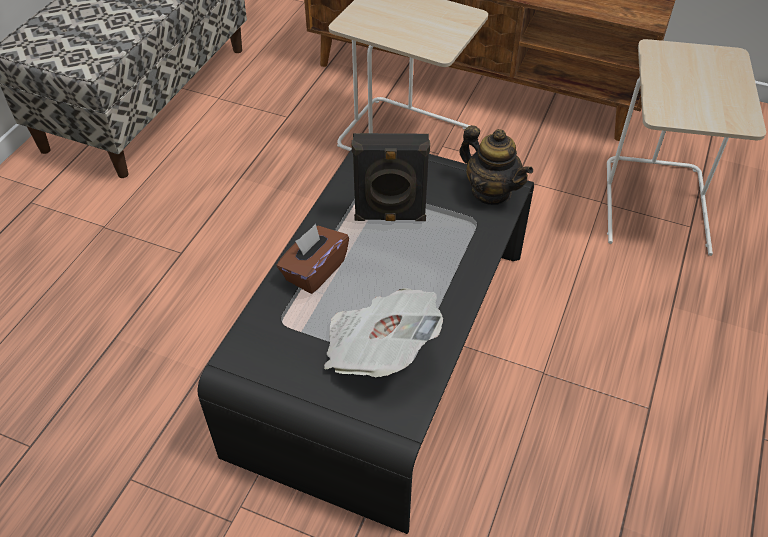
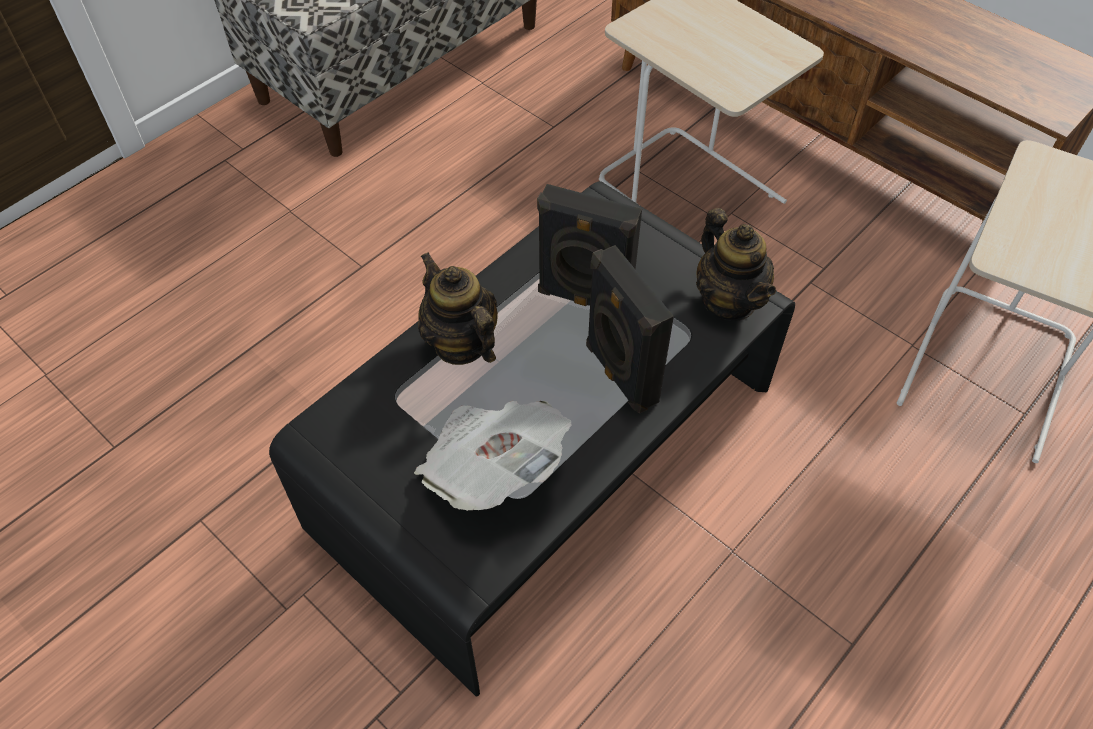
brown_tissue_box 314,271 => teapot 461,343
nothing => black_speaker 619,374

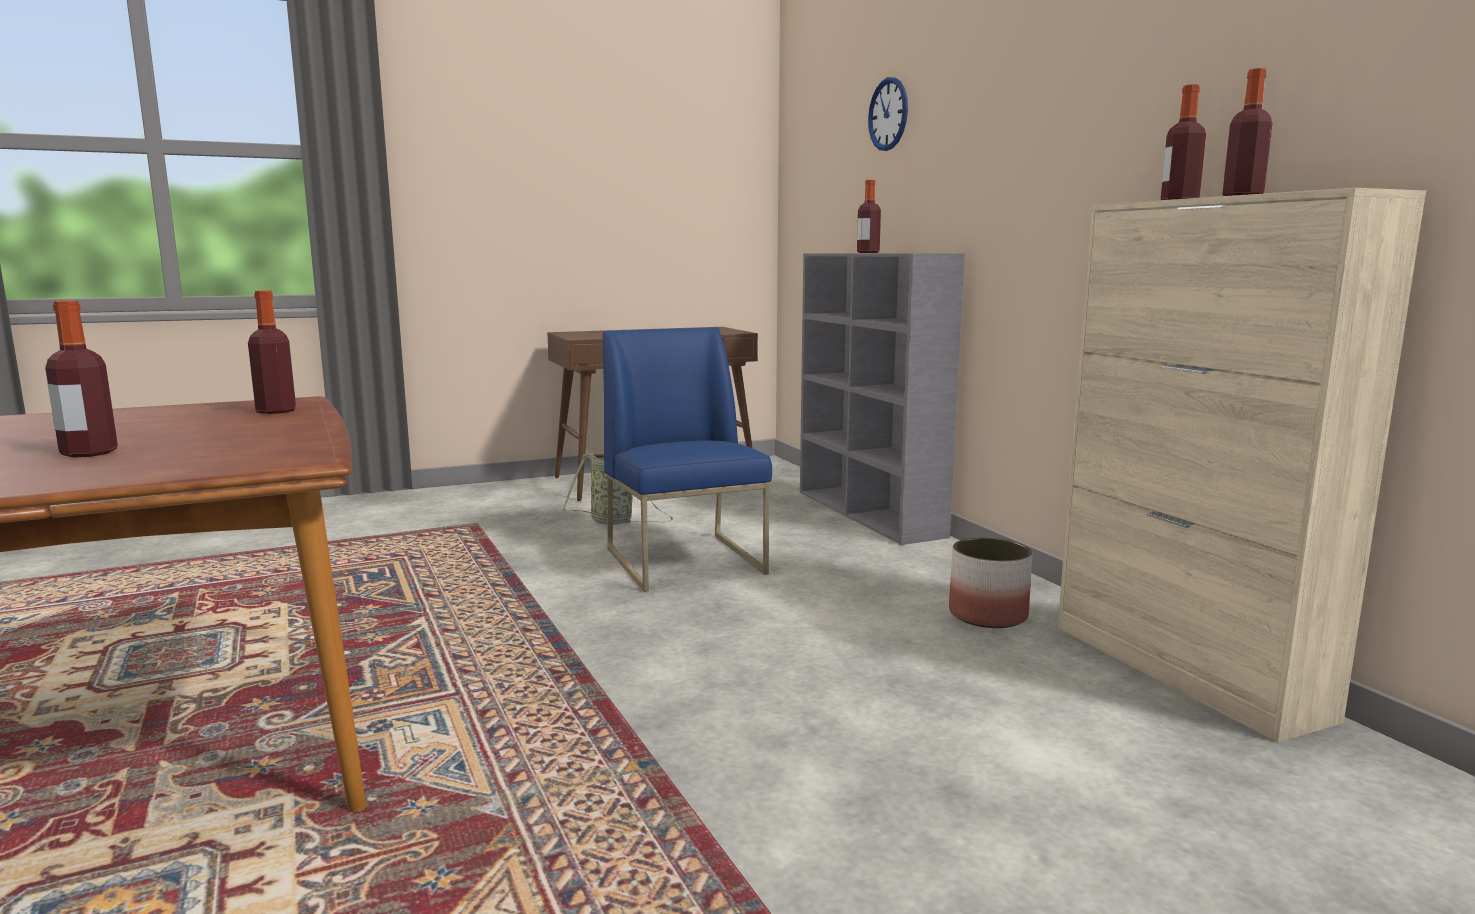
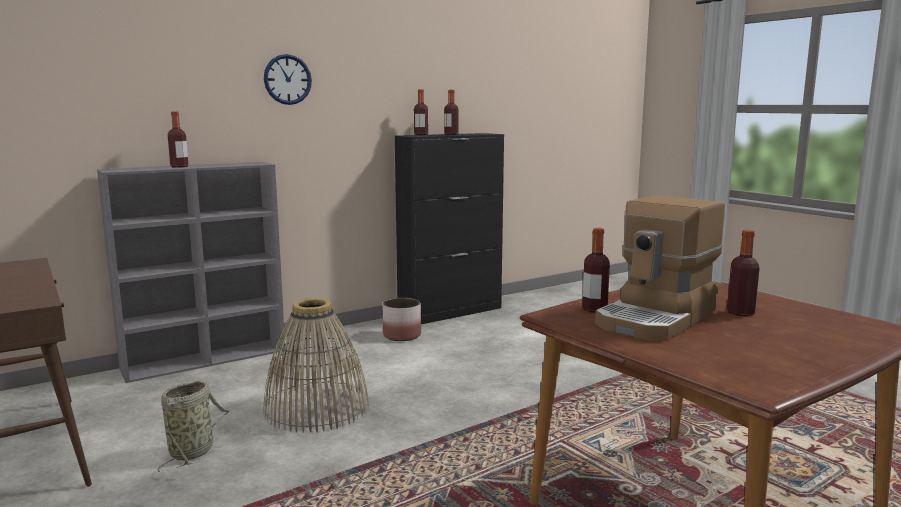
blue_chair 686,561 => basket 316,408
wall_clock 888,114 => wall_clock 287,79, shifted
beige_cabinet 1185,671 => black_cabinet 451,312
nothing => coffee_machine 657,319

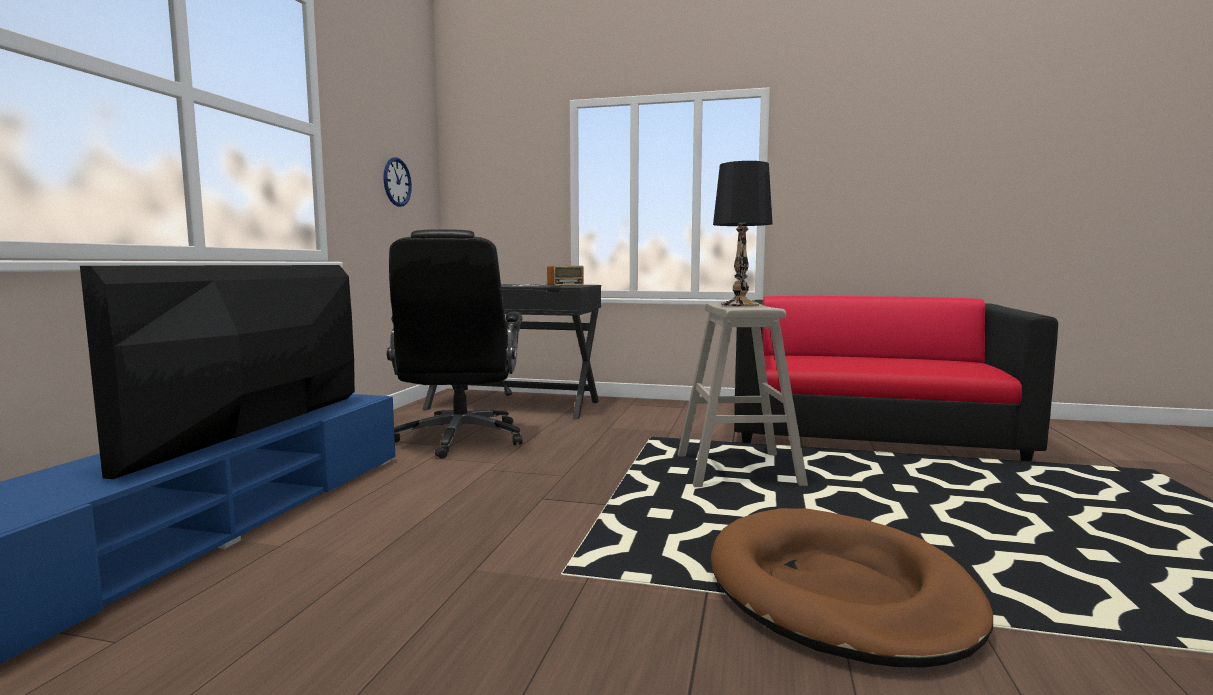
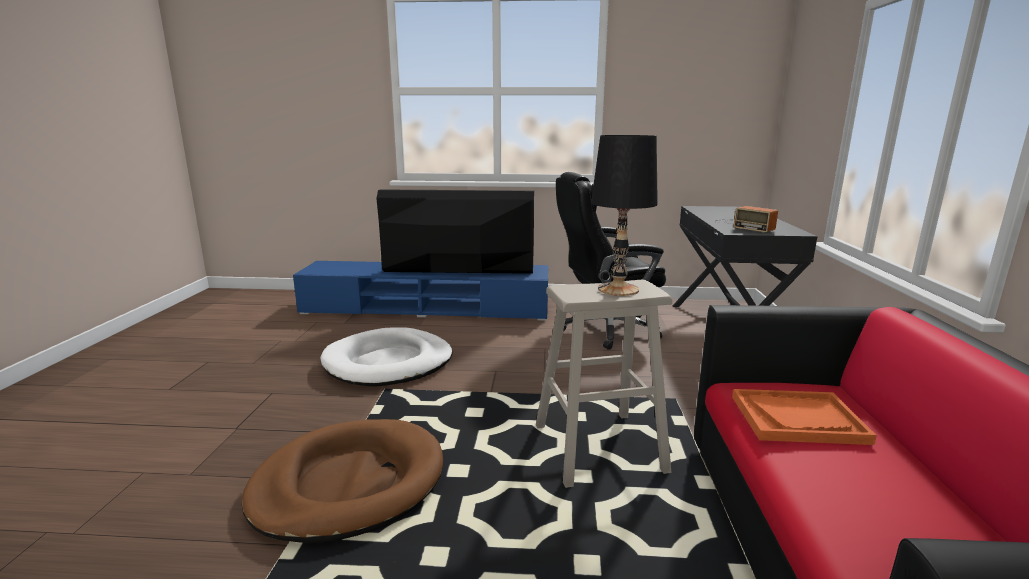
nothing => white_dog_bed 388,362
nothing => orange_tray 798,419
wall_clock 397,182 => nothing

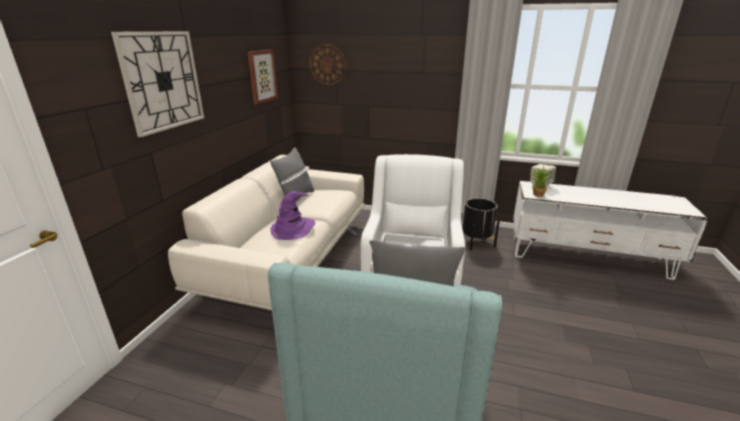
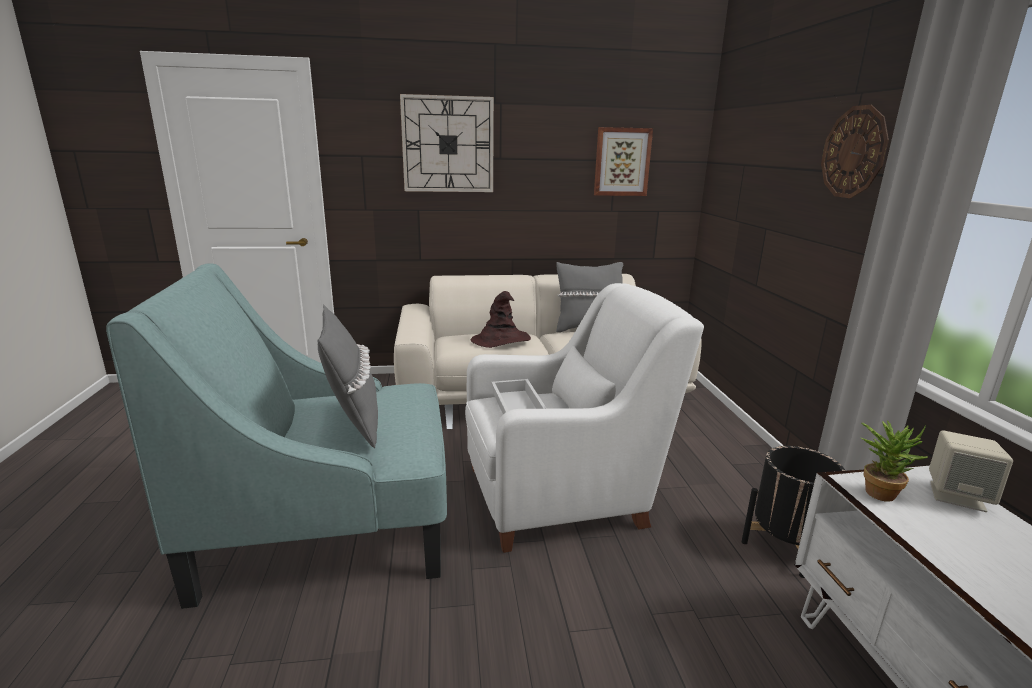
purple_hat 292,229 => brown_hat 501,340
wall_clock 327,64 => wall_clock 854,152, shifted

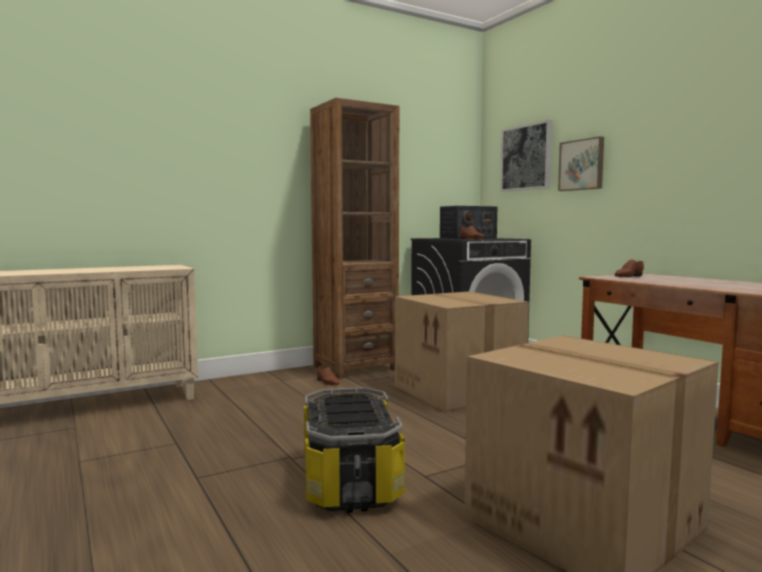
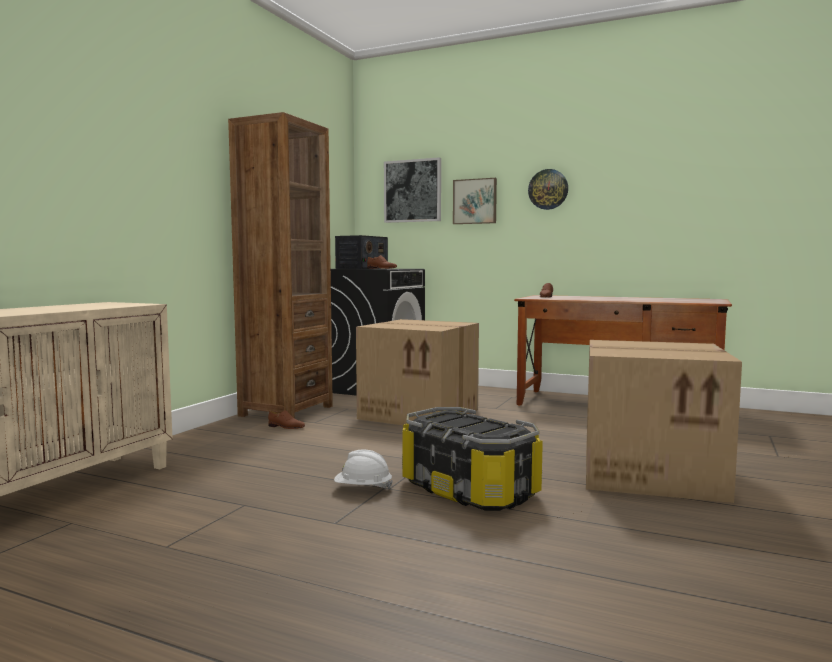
nothing => white_hard_hat 362,489
nothing => wall_clock 548,189

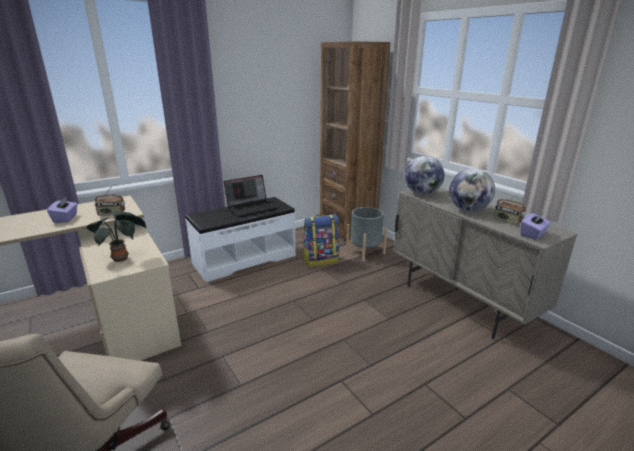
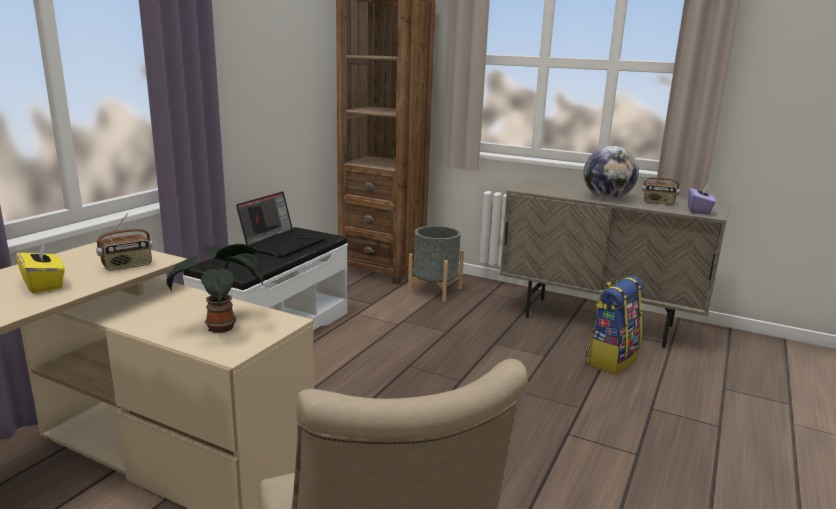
purple_tissue_box 66,218 => yellow_tissue_box 44,284
backpack 320,260 => backpack 611,359, shifted
globe 422,193 => nothing

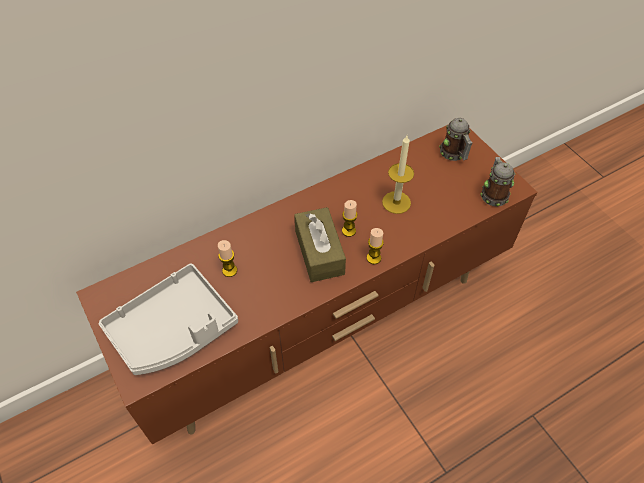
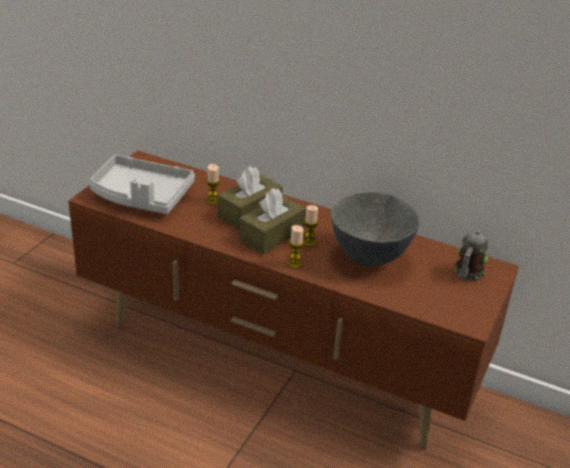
nothing => brown_tissue_box 249,212
candle 396,202 => grey_bowl 368,258
mug 493,193 => nothing

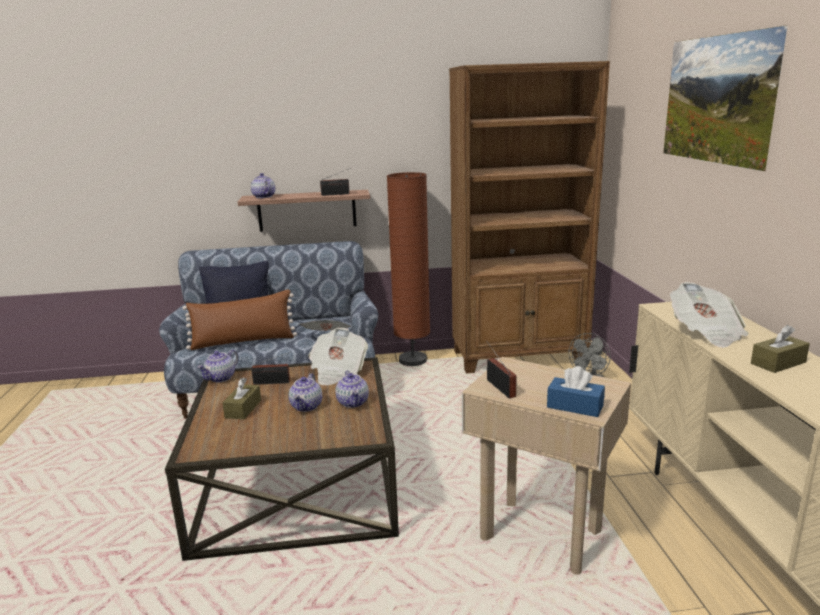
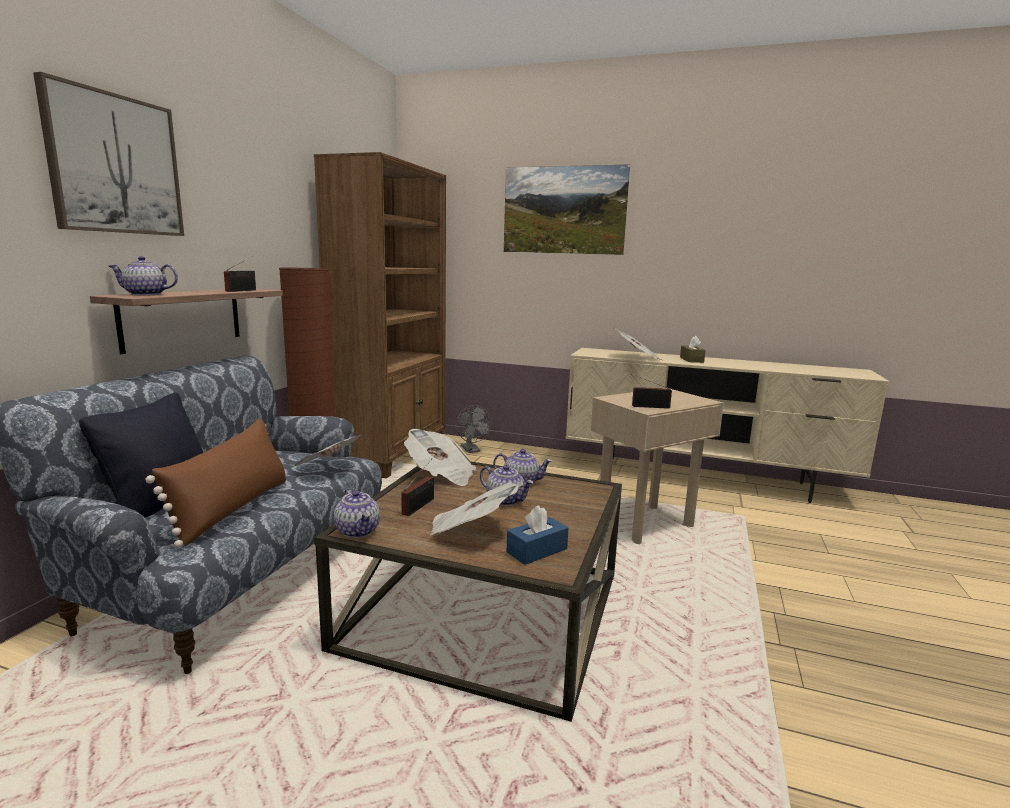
nothing => picture 115,165
brown_tissue_box 243,409 => newspaper 470,530
blue_tissue_box 575,406 => blue_tissue_box 537,550, shifted

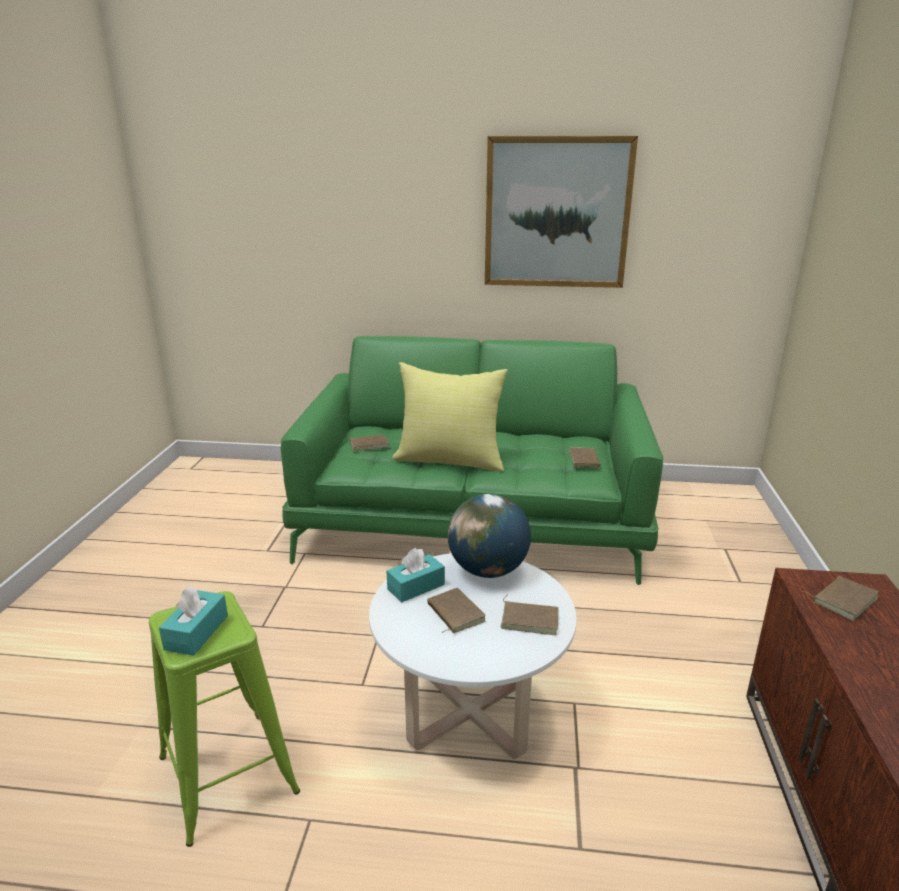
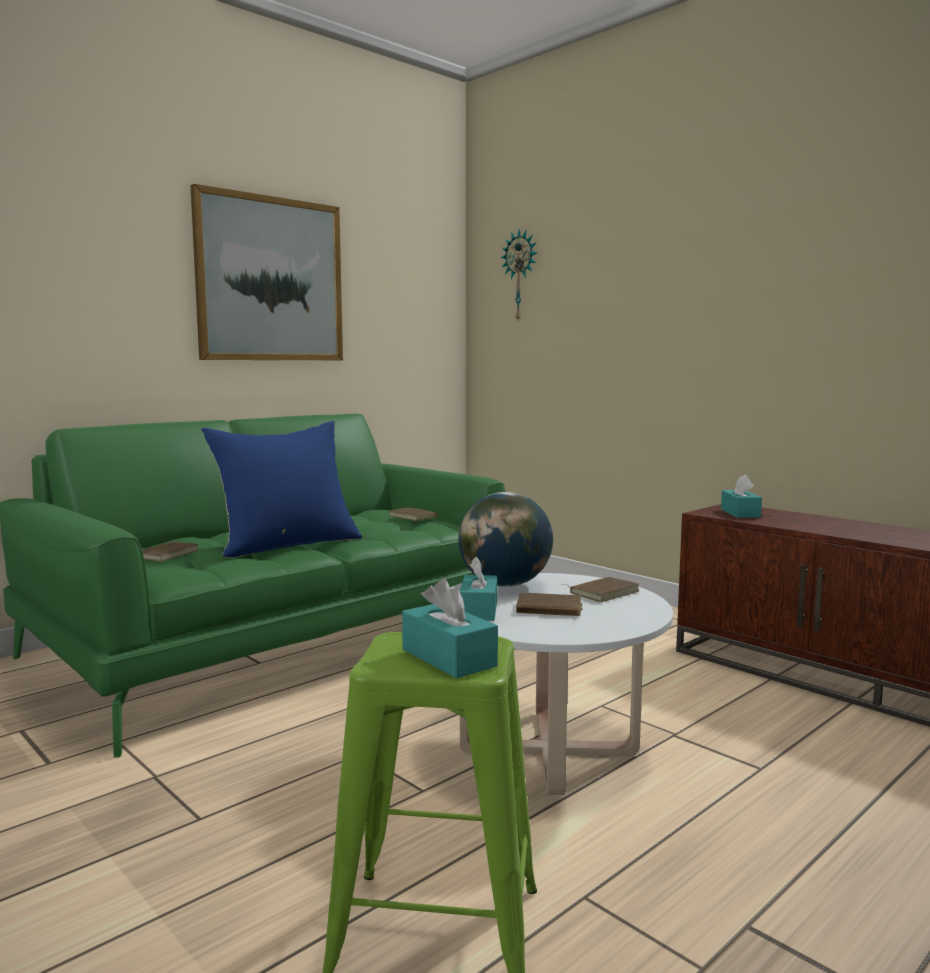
yellow_pillow 450,459 => blue_pillow 287,545
nothing => wall_clock 521,276
brown_book 842,599 => turquoise_tissue_box 740,513

